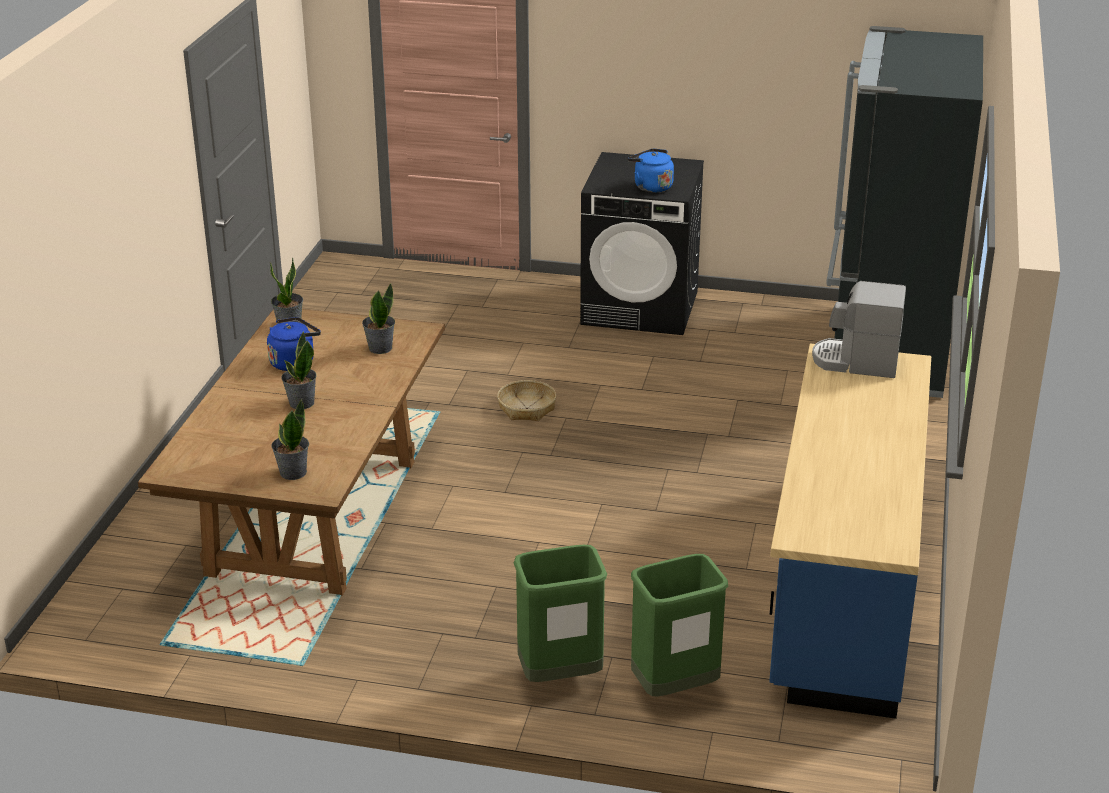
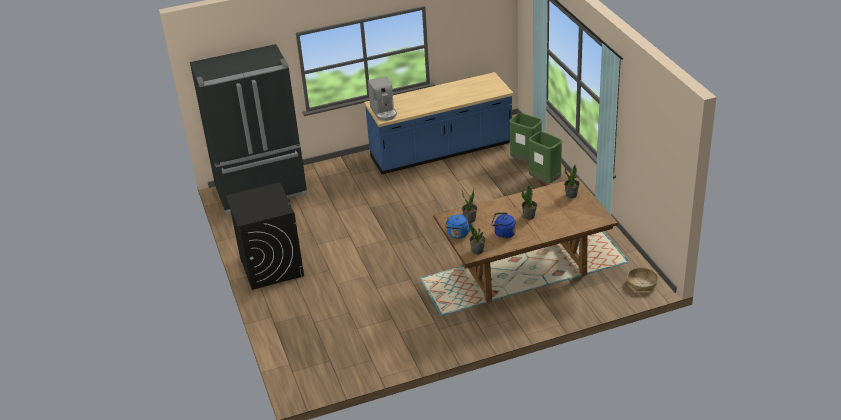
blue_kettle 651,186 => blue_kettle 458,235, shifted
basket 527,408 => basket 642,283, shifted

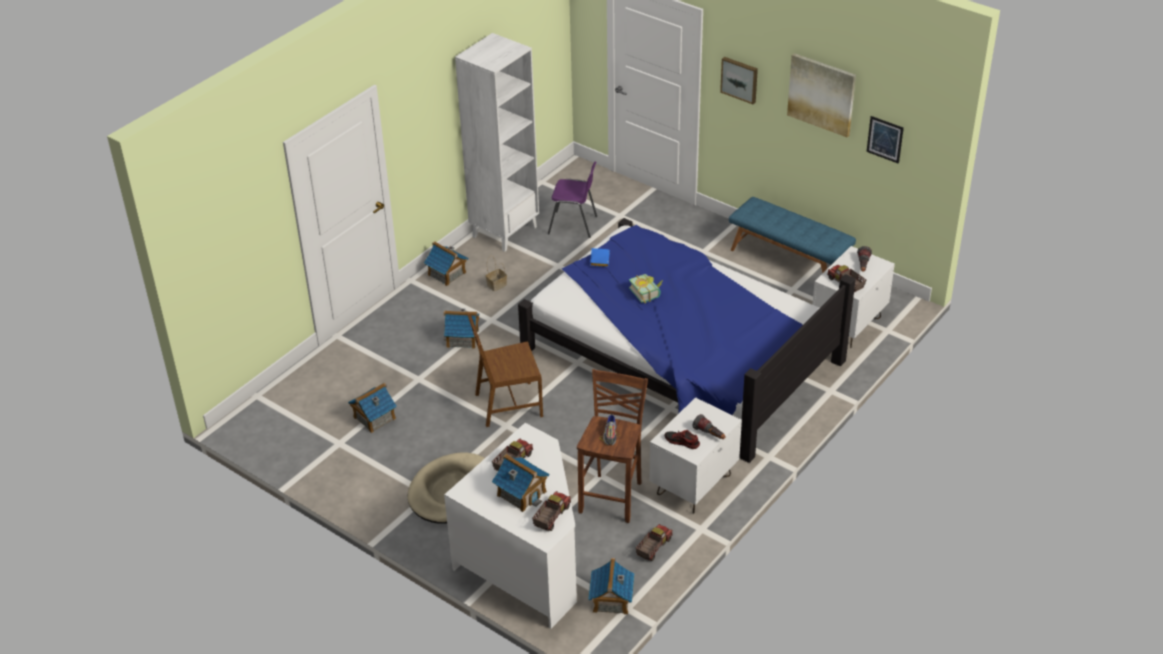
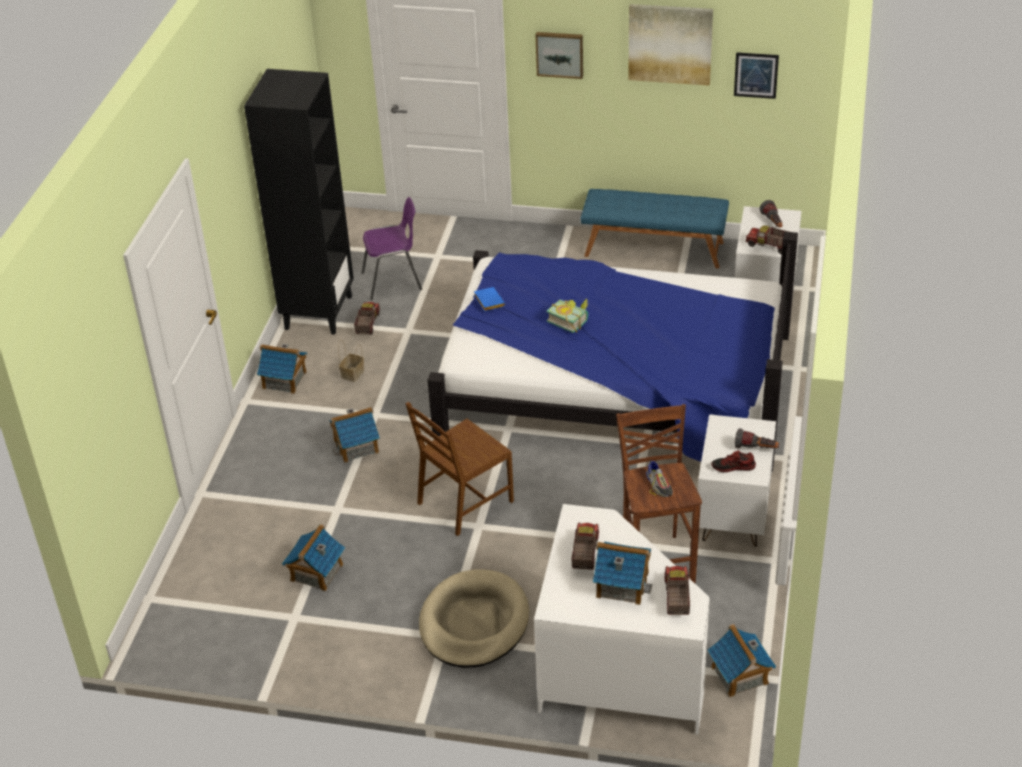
white_bookcase 504,231 => black_bookcase 318,312
toy_truck 653,547 => toy_truck 367,324, shifted

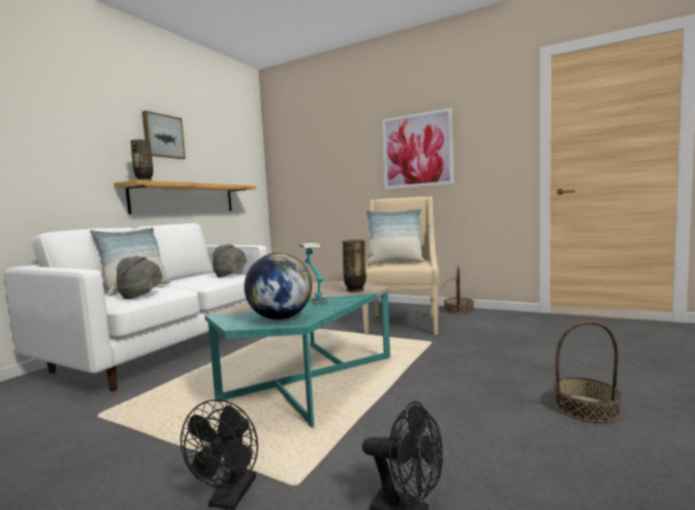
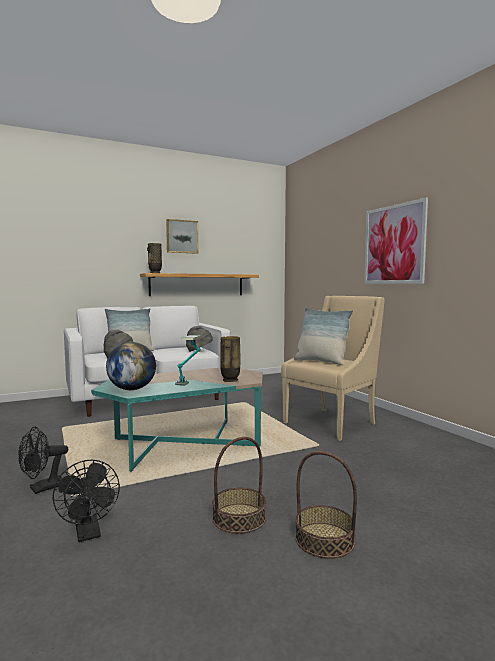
basket 458,310 => basket 239,518, shifted

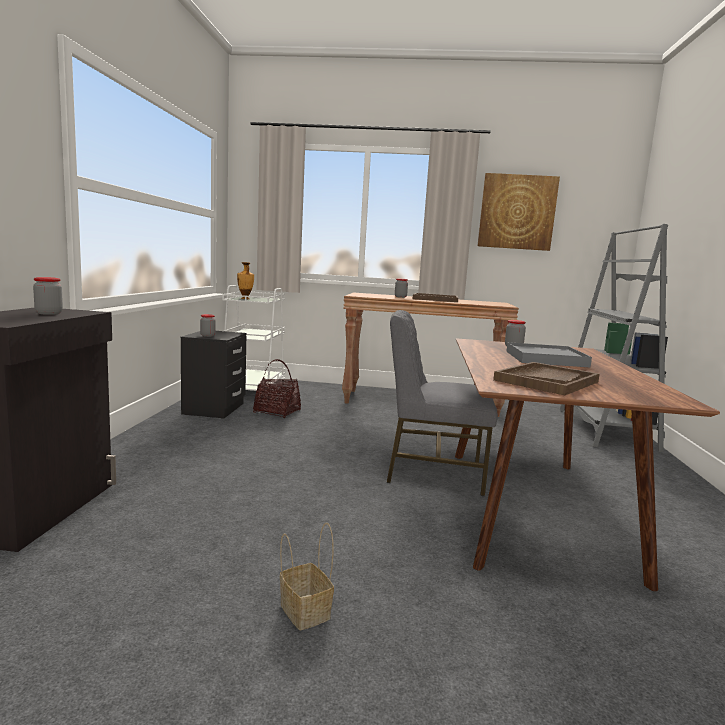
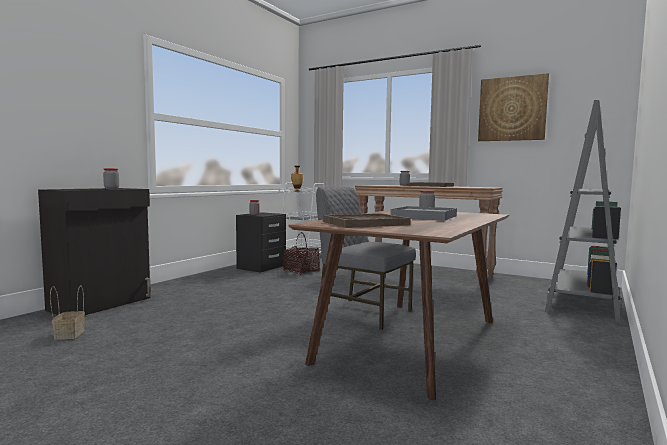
basket 303,611 => basket 69,334, shifted

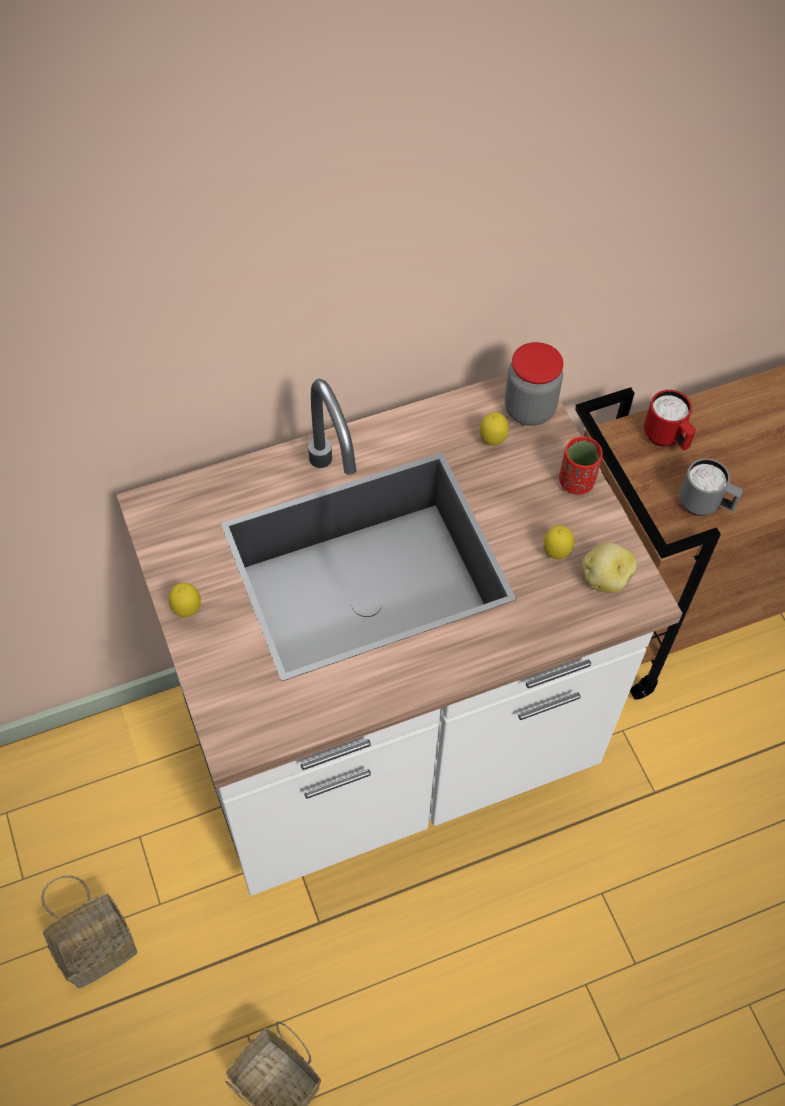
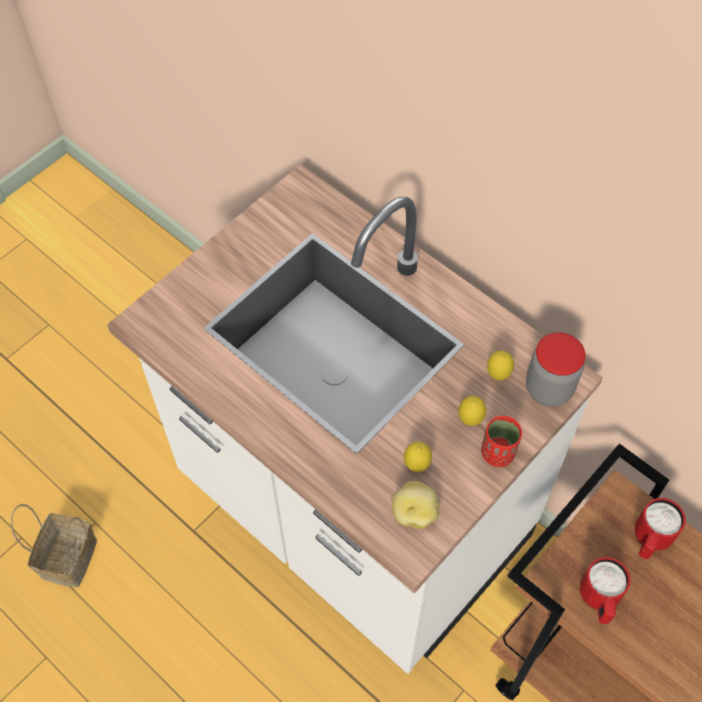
lemon 187,610 => lemon 470,420, shifted
grey_mug 705,505 => red_mug 599,600
basket 98,946 => nothing

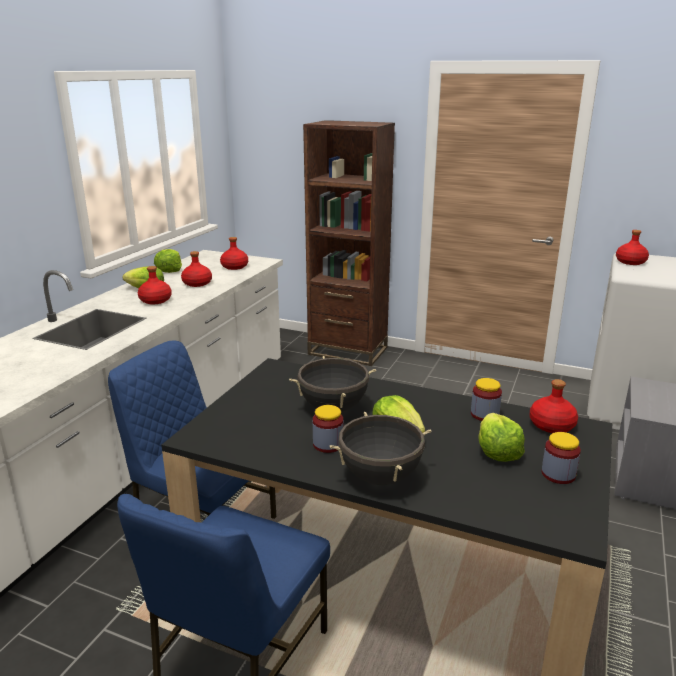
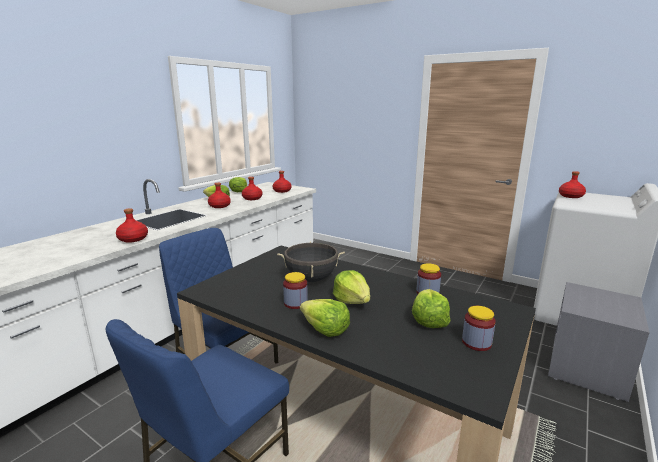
red_bottle 551,425 => red_bottle 133,239, shifted
black_cooking_pot 380,477 => lettuce 325,330
brown_bookcase 347,351 => nothing

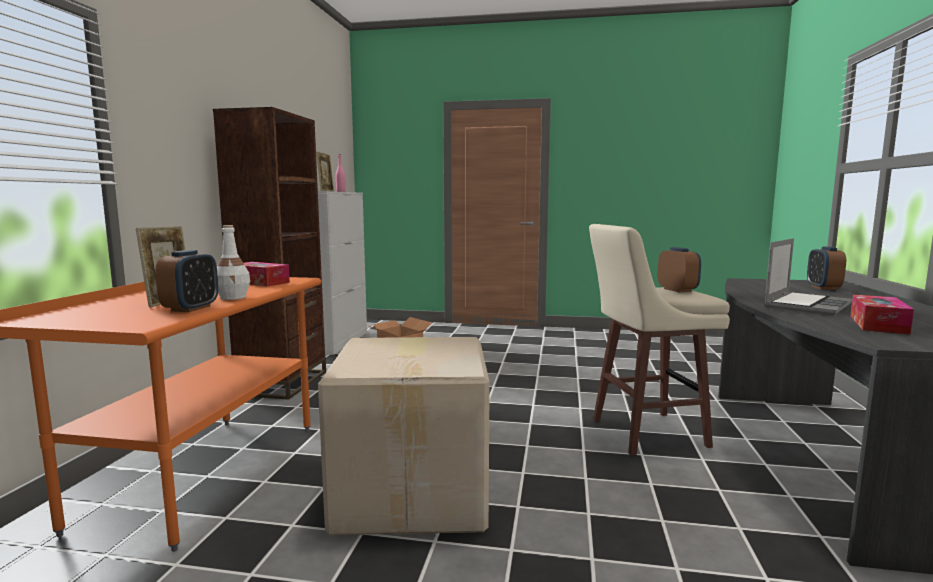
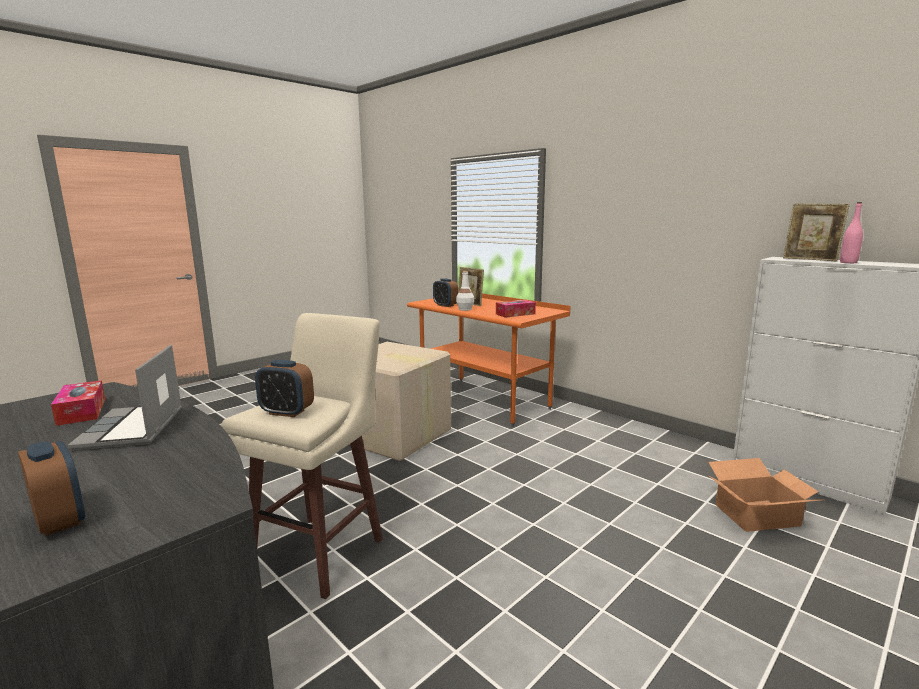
brown_bookcase 283,383 => nothing

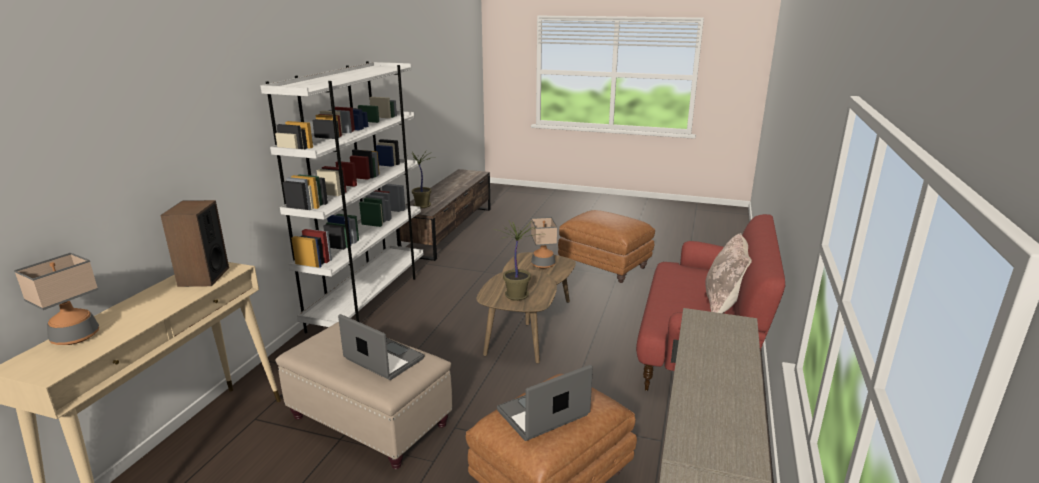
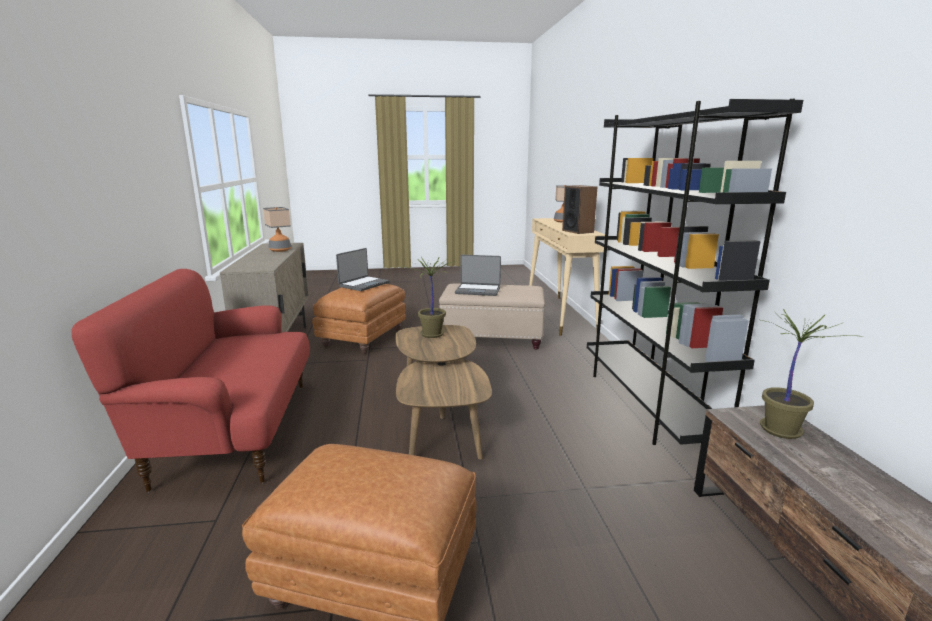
table_lamp 543,265 => table_lamp 280,250, shifted
white_bookcase 369,299 => black_bookcase 647,404
beige_pillow 724,303 => nothing

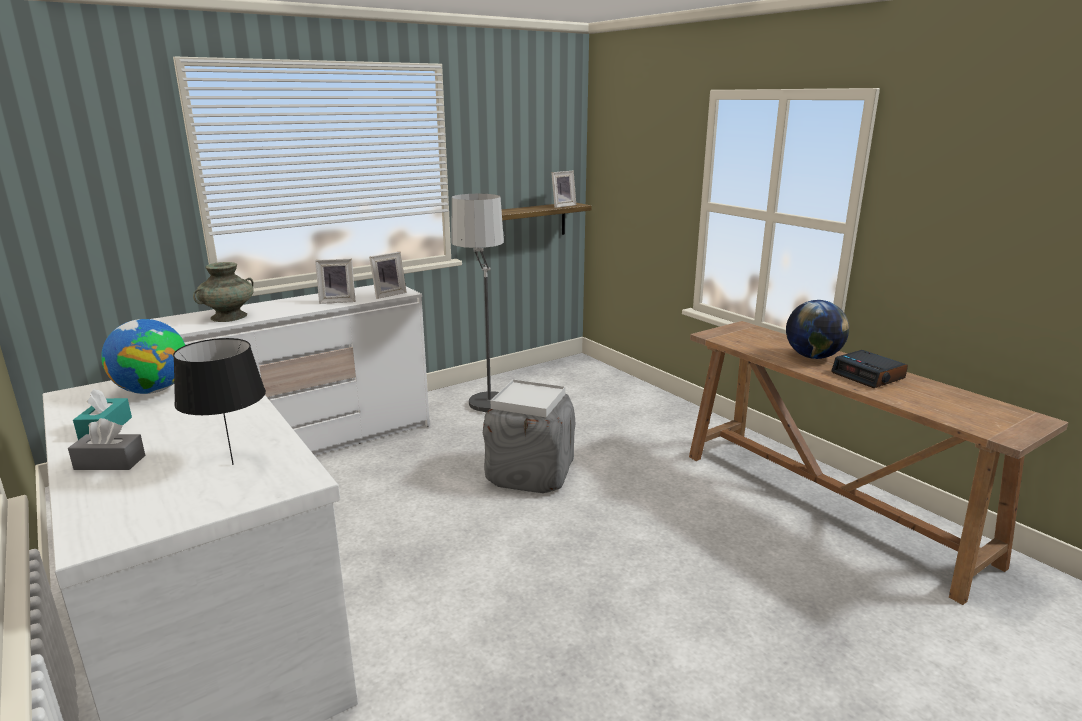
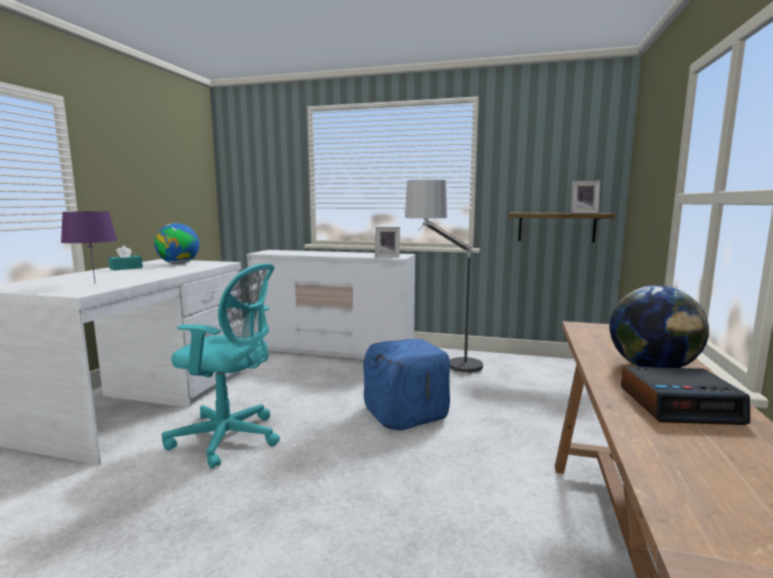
black_table_lamp 233,464 => purple_table_lamp 95,283
nothing => turquoise_office_chair 230,438
grey_ottoman 532,473 => blue_ottoman 406,414
alarm_clock 868,376 => alarm_clock 679,405, 105 degrees counterclockwise
grey_tissue_box 110,462 => nothing
turquoise_vase 228,317 => nothing
picture_frame 338,301 => nothing
white_tray 528,401 => nothing

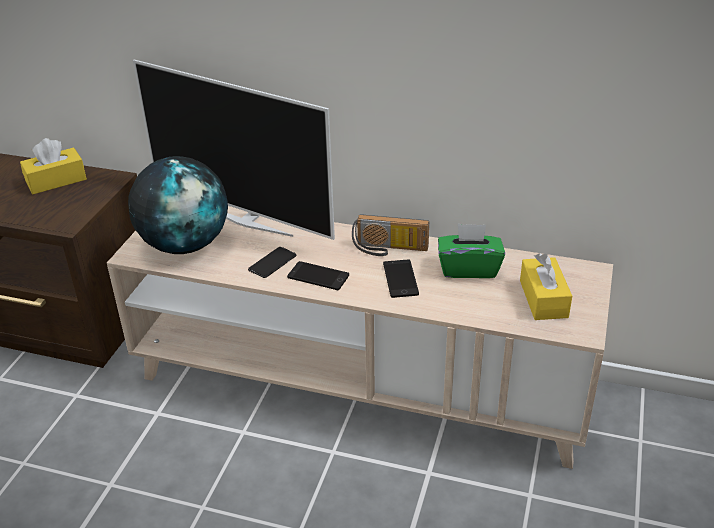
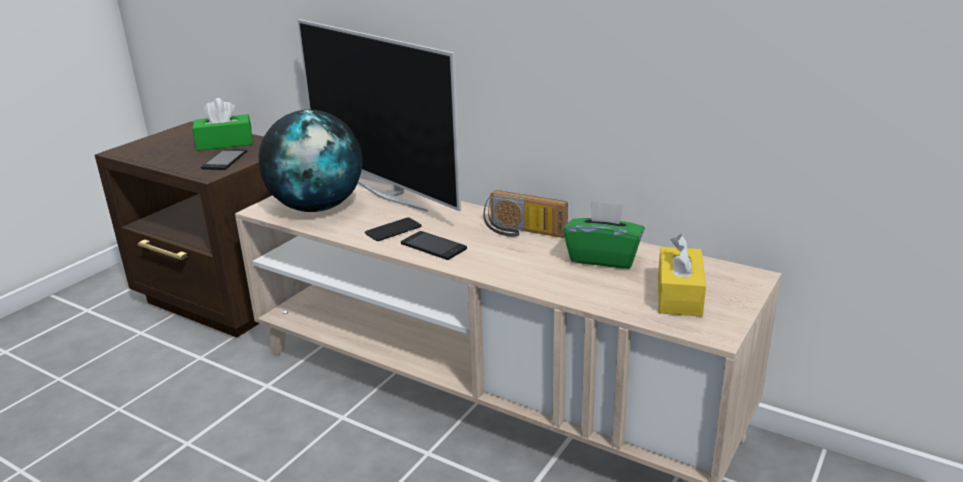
yellow_tissue_box 56,180 => green_tissue_box 225,143
phone 400,279 => phone 224,160, shifted

